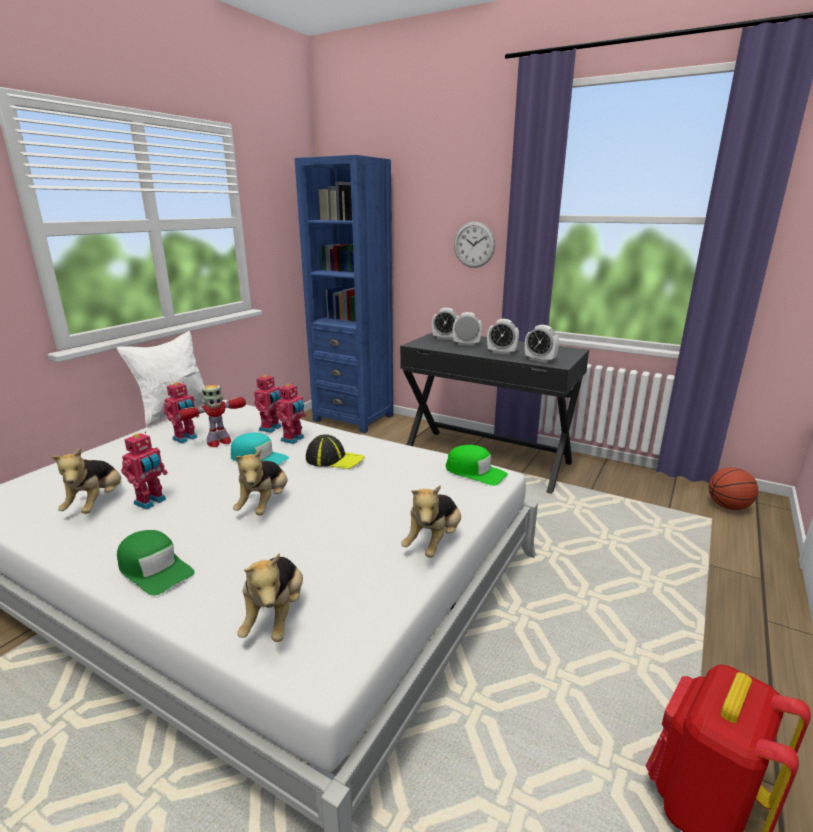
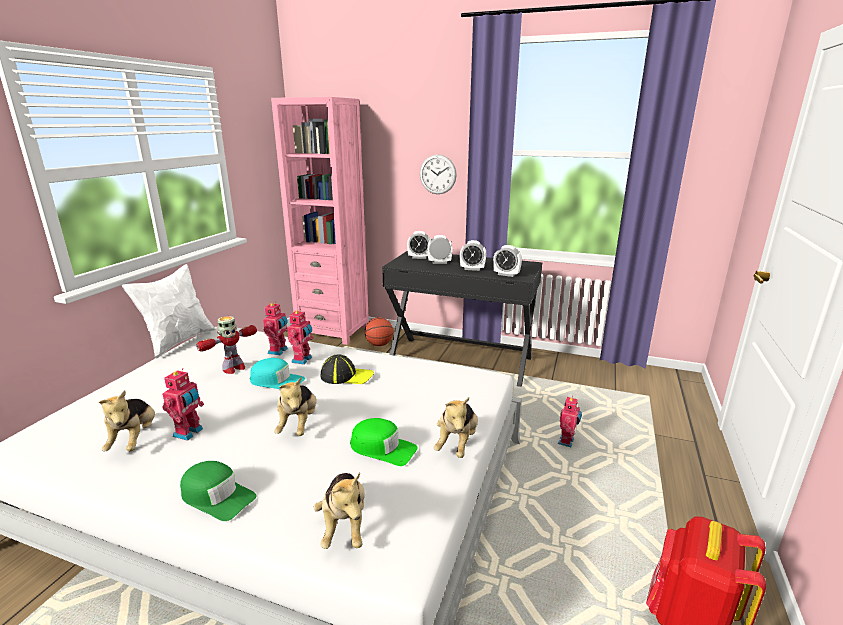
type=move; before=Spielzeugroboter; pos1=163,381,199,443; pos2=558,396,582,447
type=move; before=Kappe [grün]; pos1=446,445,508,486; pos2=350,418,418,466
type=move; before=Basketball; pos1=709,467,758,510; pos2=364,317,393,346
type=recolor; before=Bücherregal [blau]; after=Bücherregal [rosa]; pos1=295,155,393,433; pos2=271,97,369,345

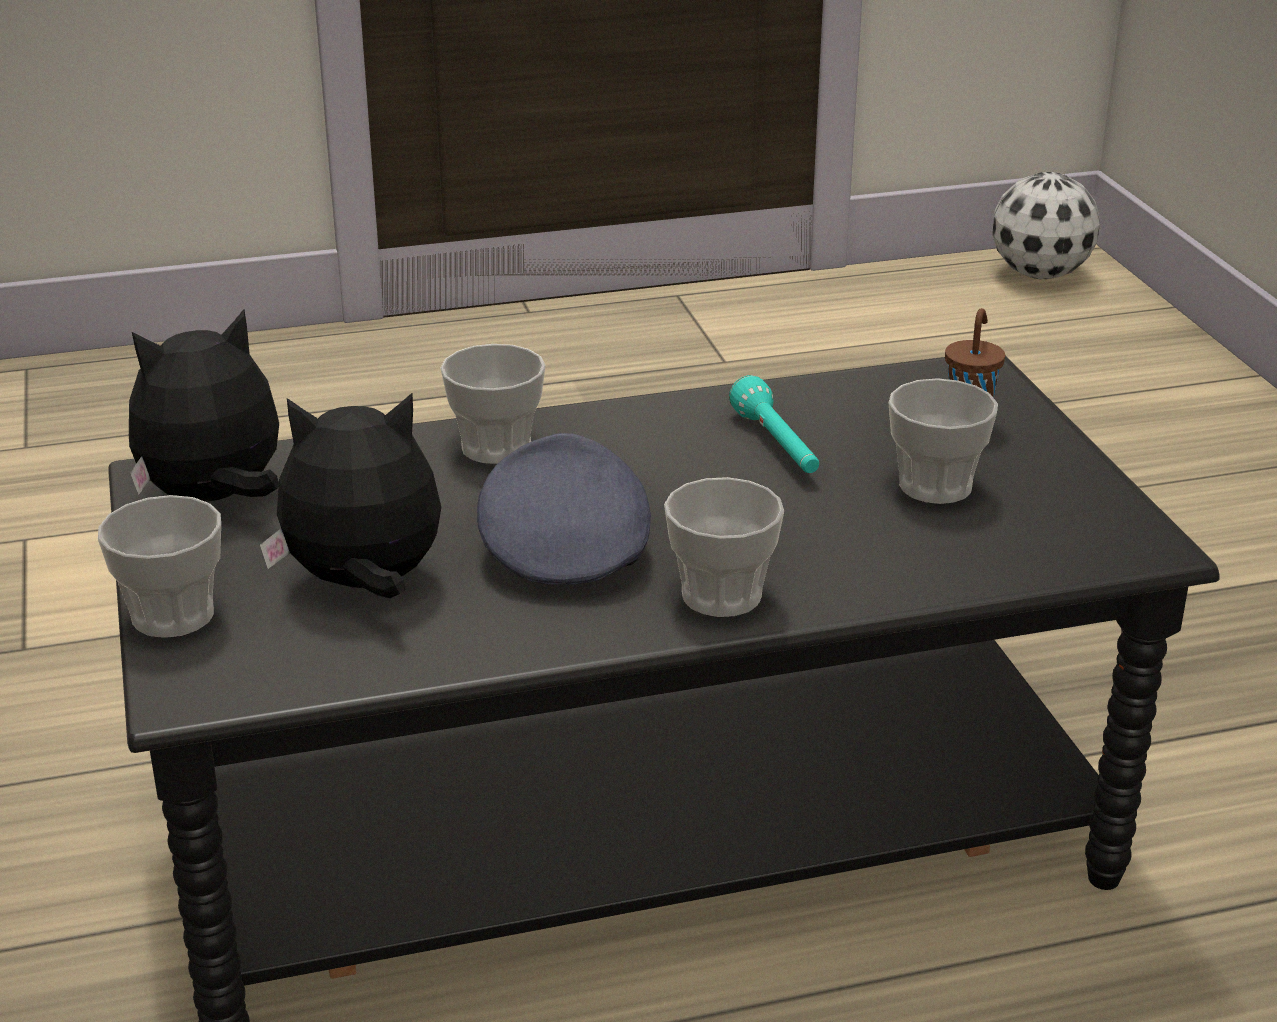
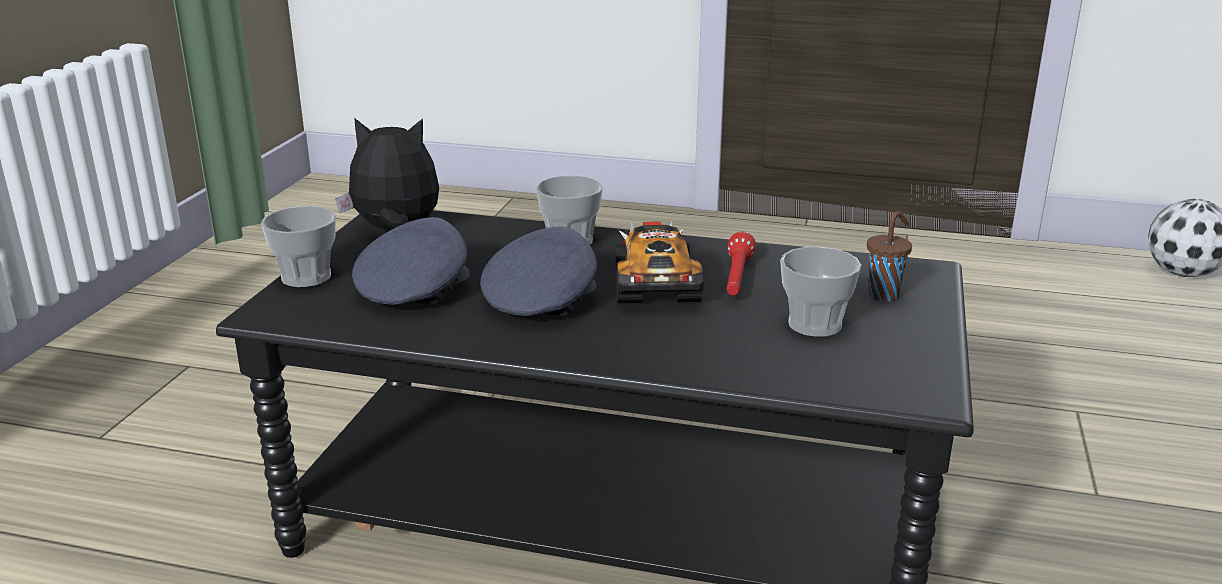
type=delete; before=Tasse; pos1=664,477,784,617
type=insert; after=Spielzeugauto; pos2=615,221,704,303
type=replace; before=Plüschtier; after=Kappe [grau]; pos1=260,393,441,598; pos2=352,217,470,305
type=recolor; before=Taschenlampe [türkis]; after=Taschenlampe [rot]; pos1=729,375,819,473; pos2=727,232,756,295

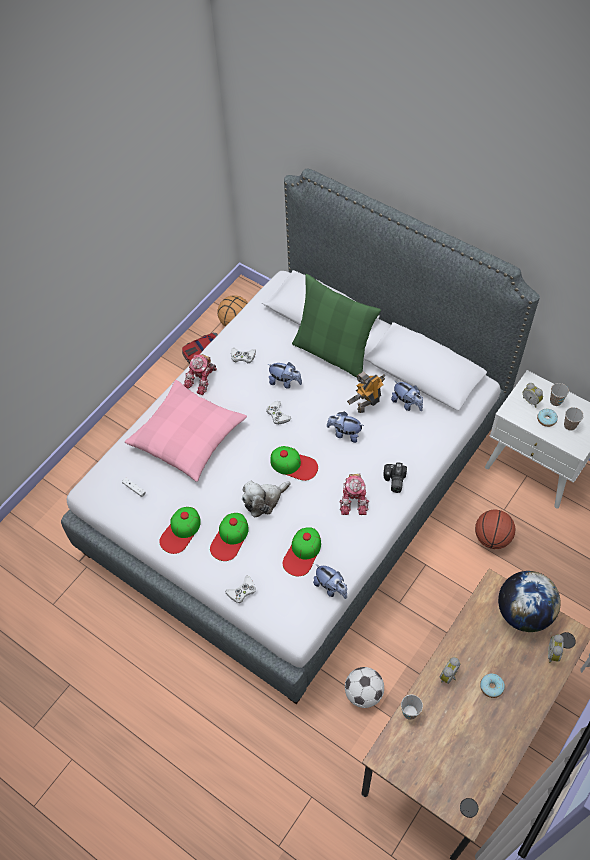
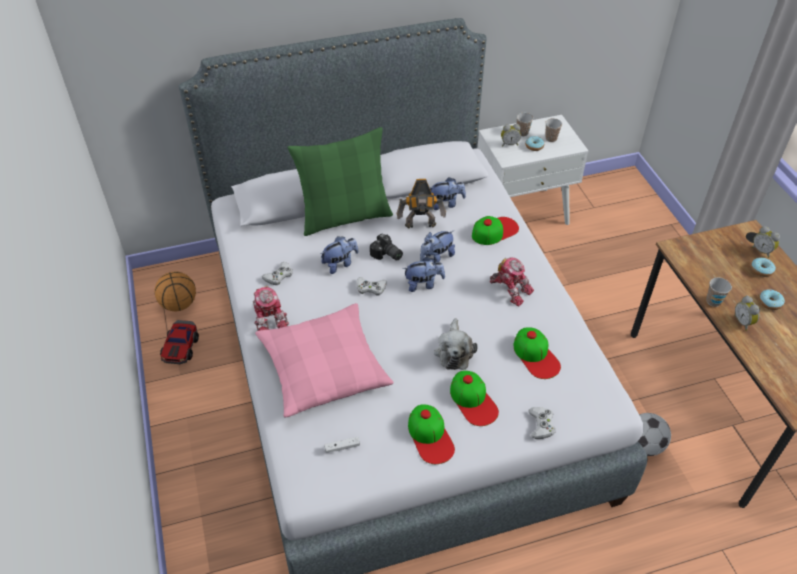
type=delete; before=Basketball; pos1=475,510,515,549
type=delete; before=Globus; pos1=498,571,561,632
type=insert; after=Donut; pos2=751,257,776,277
type=move; before=Kappe; pos1=270,446,318,481; pos2=472,216,519,245
type=move; before=Plüschtier; pos1=313,564,347,599; pos2=403,257,445,292
type=move; before=Kamera; pos1=383,462,407,493; pos2=370,233,403,260
type=move; before=Tasse; pos1=401,695,423,720; pos2=706,277,732,307
type=rotate; before=Spielzeugroboter; pos1=347,371,385,413; pos2=396,179,446,228; turn=-90

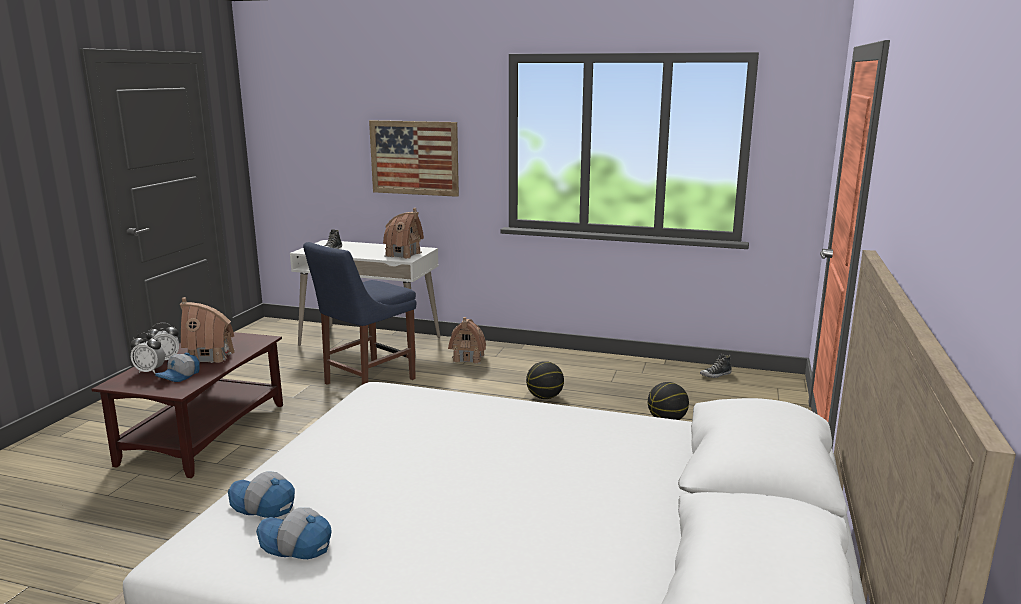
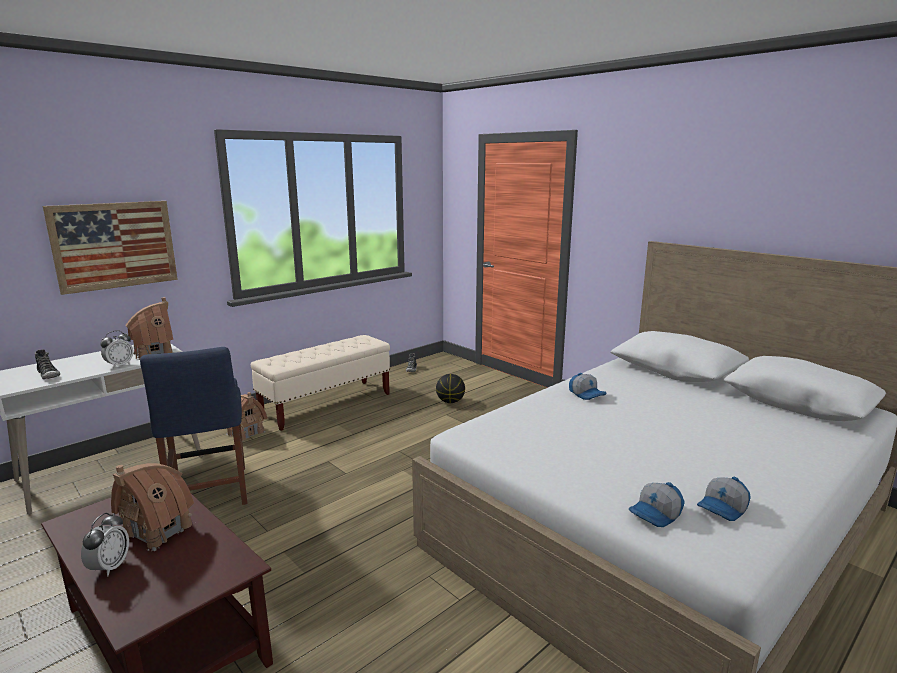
type=delete; before=Basketball; pos1=526,361,564,399
type=insert; after=Bank [beige]; pos2=251,335,390,431
type=move; before=Wecker; pos1=130,333,165,374; pos2=100,330,134,369
type=move; before=Kappe; pos1=155,353,200,382; pos2=569,373,607,400

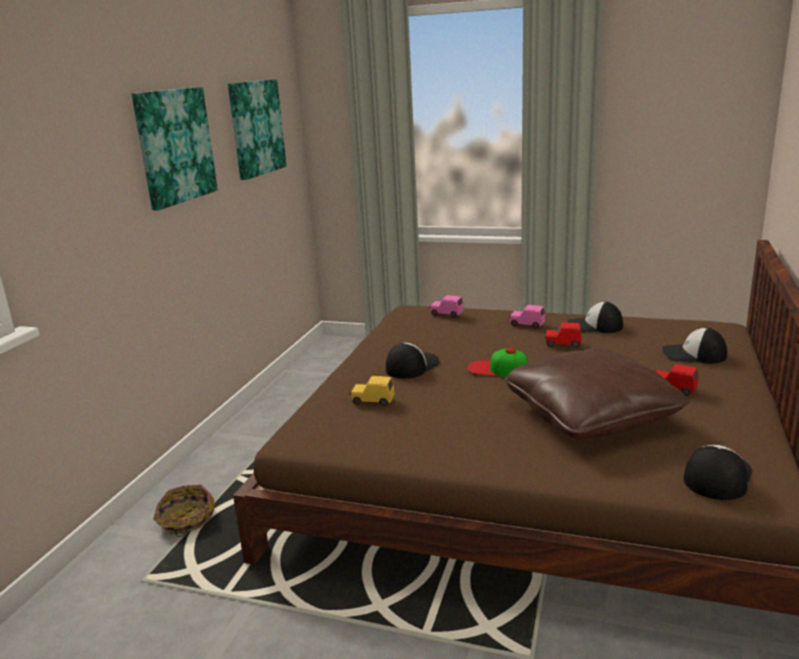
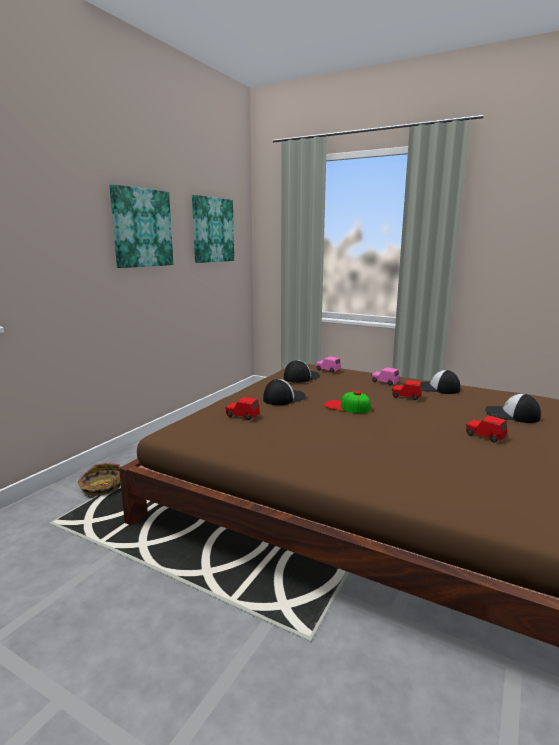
type=delete; before=Kissen [braun]; pos1=505,348,690,439
type=move; before=Kappe; pos1=684,445,752,500; pos2=284,360,320,383
type=recolor; before=Spielzeugauto [gelb]; after=Spielzeugauto [rot]; pos1=350,376,394,406; pos2=225,397,260,420

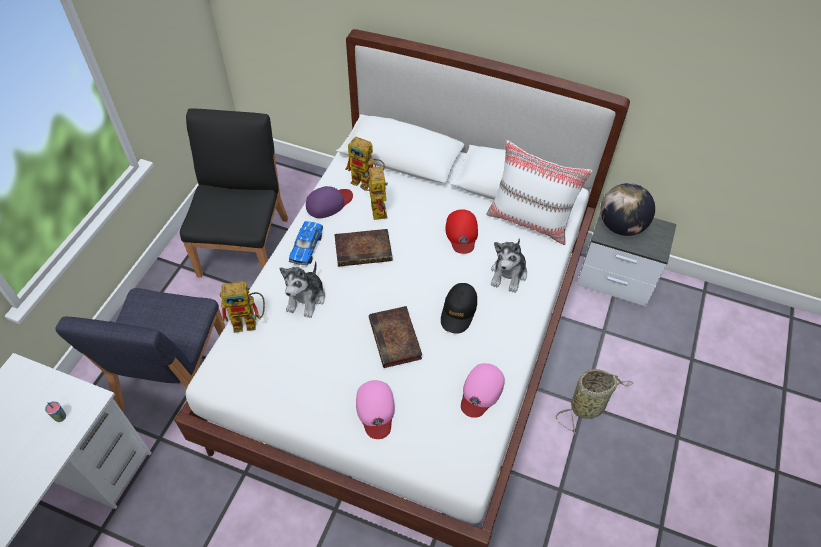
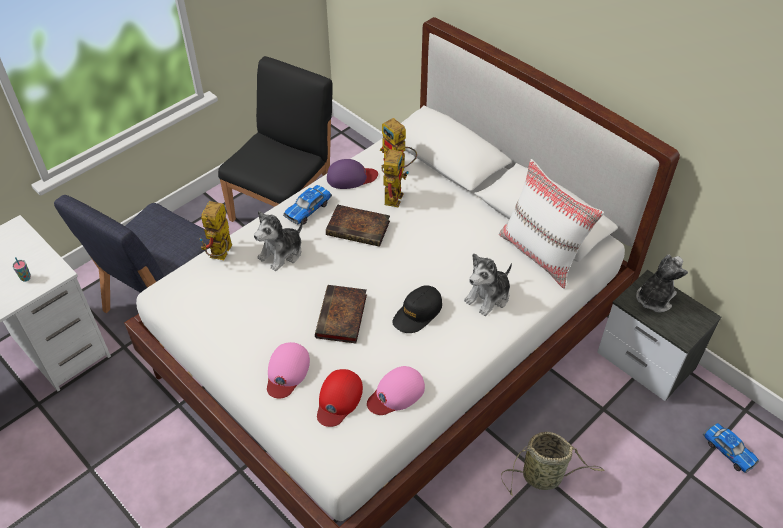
type=insert; after=Spielzeugauto; pos2=702,423,759,473
type=move; before=Kappe [rot]; pos1=445,209,478,254; pos2=317,369,363,427
type=replace; before=Globus; after=Plüschtier; pos1=600,183,655,236; pos2=636,255,688,313
type=rotate; before=Spielzeugroboter; pos1=220,281,265,333; pos2=199,201,232,260; turn=90

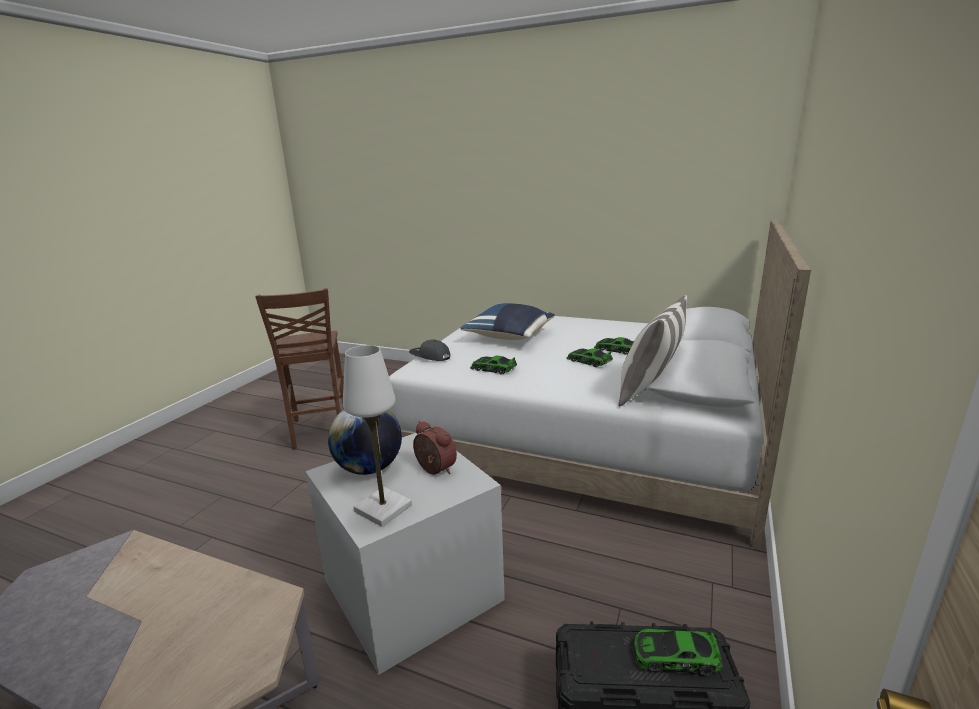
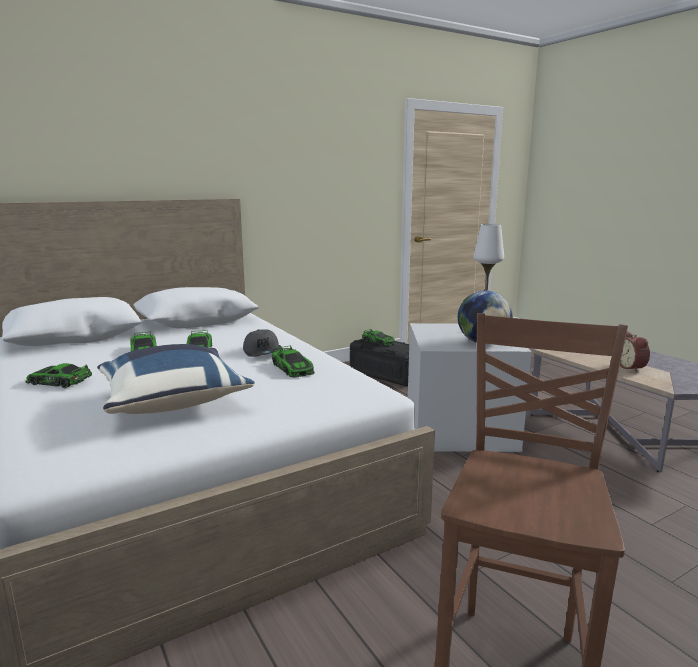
type=delete; before=Kissen; pos1=618,295,687,407
type=insert; after=Spielzeugauto; pos2=25,363,92,388
type=move; before=Kappe [grau]; pos1=409,340,450,361; pos2=243,329,283,357
type=move; before=Wecker; pos1=413,421,457,475; pos2=620,331,650,372

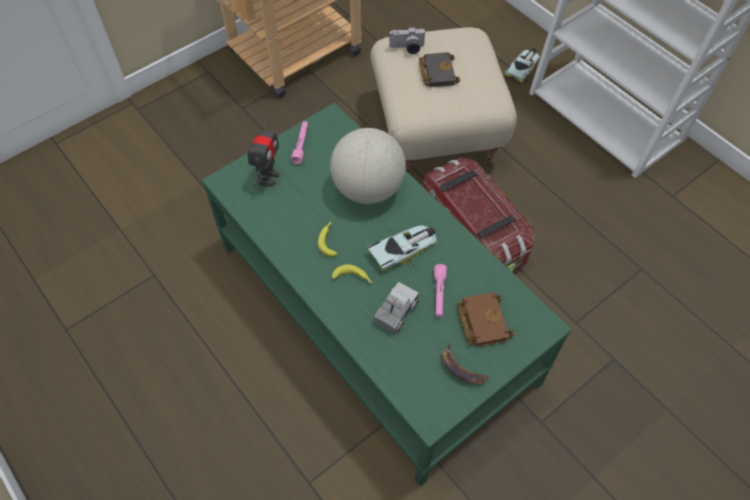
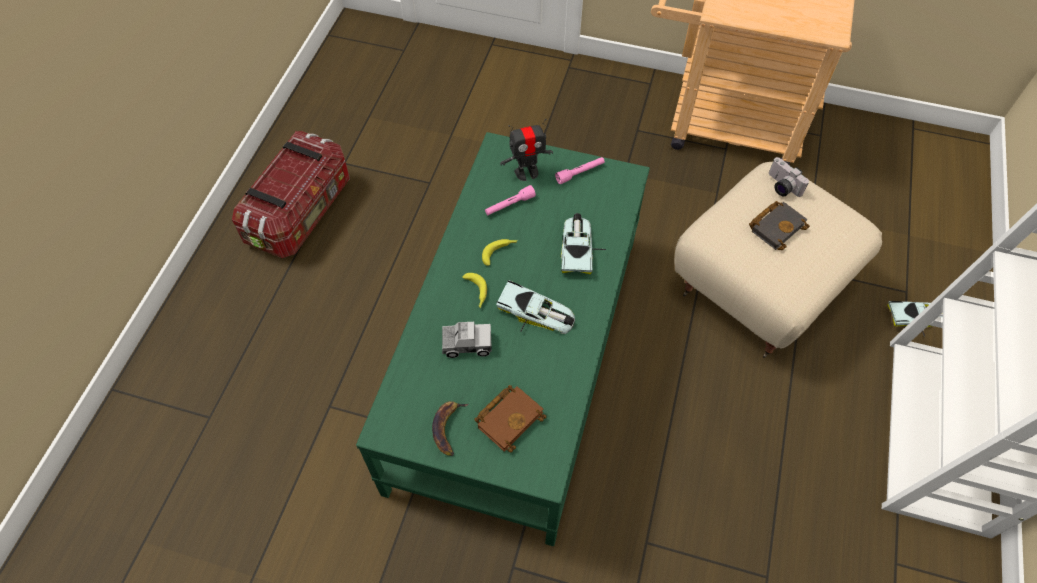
type=move; before=Aufbewahrungsbox; pos1=423,158,535,272; pos2=232,131,350,258
type=move; before=Taschenlampe [rosa]; pos1=434,264,447,318; pos2=485,185,536,215
type=replace; before=Globus; after=Spielzeugauto; pos1=330,128,406,204; pos2=560,213,606,274

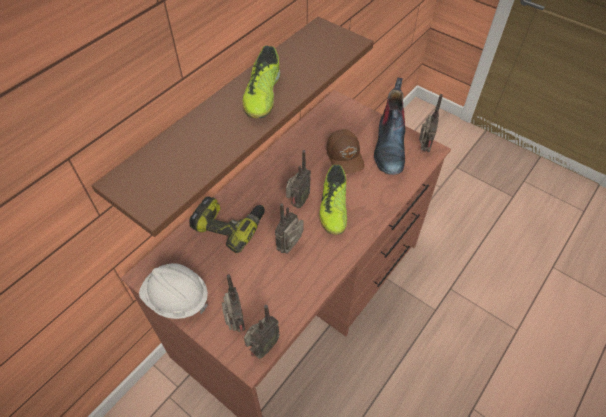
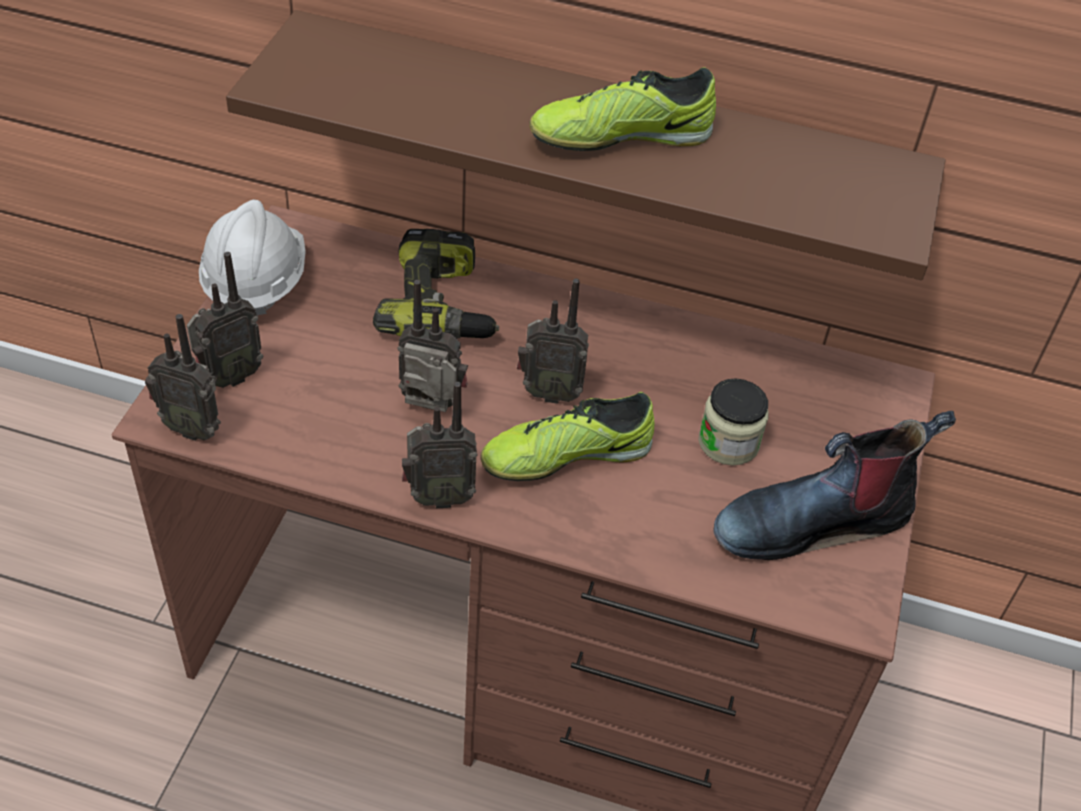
type=move; before=Radio; pos1=419,94,443,152; pos2=402,382,478,508
type=replace; before=Kappe [braun]; after=Vorratsglas; pos1=326,129,365,174; pos2=698,378,769,465

